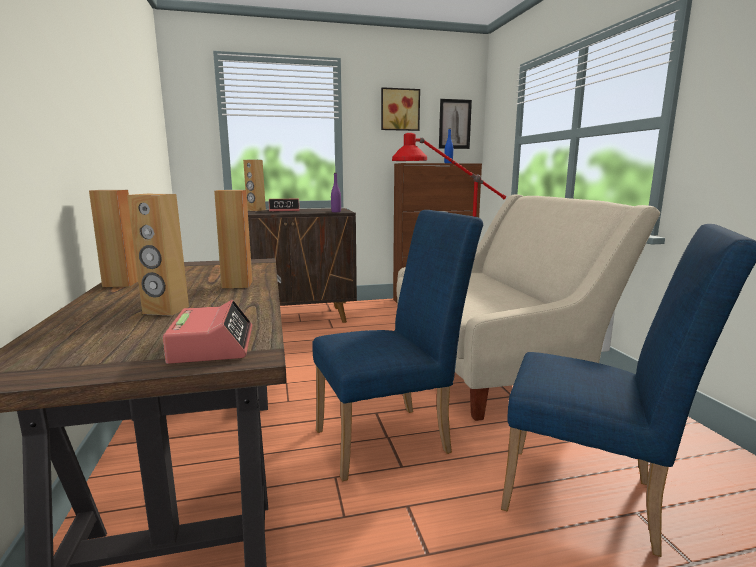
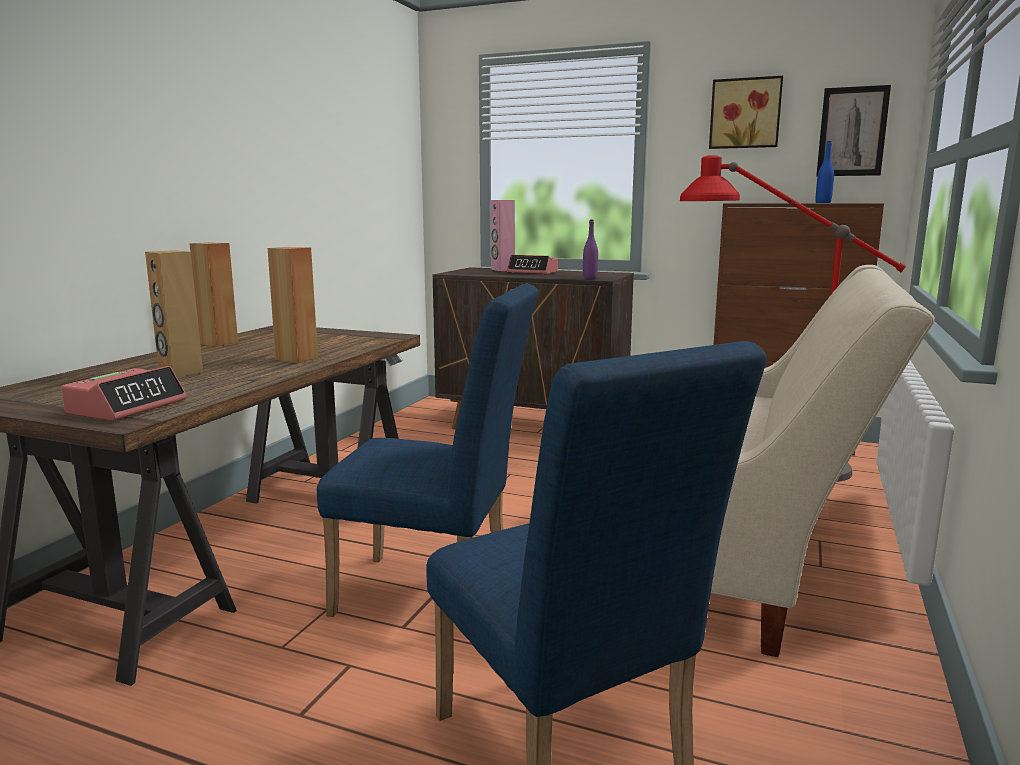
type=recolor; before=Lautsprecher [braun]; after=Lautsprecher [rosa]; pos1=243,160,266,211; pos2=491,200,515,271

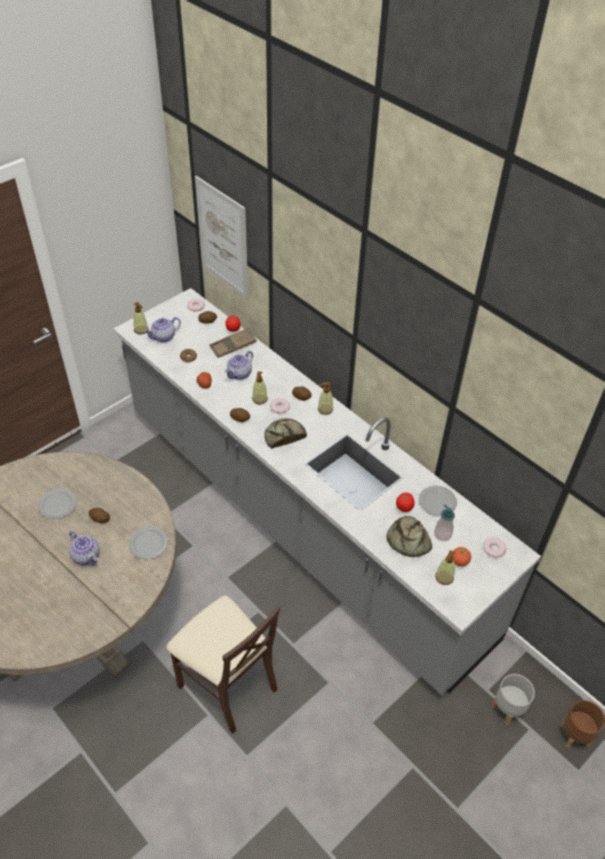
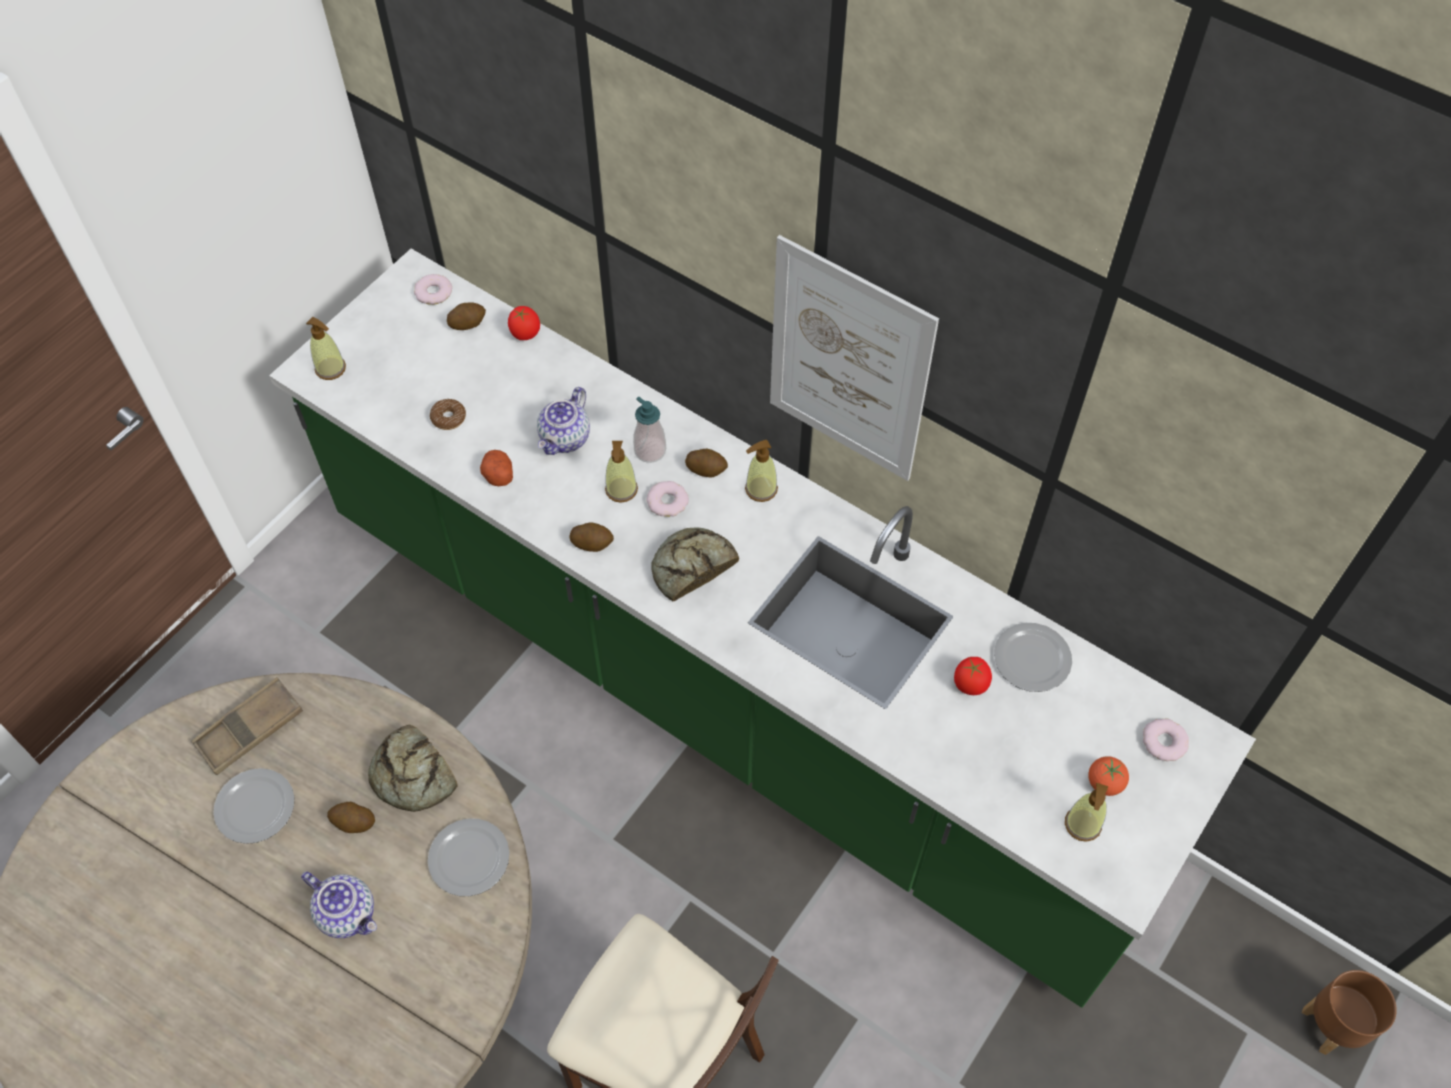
type=delete; before=Teekanne; pos1=144,317,181,343
type=delete; before=Pflanzkübel [grau]; pos1=492,674,535,725
type=move; before=Bild; pos1=195,176,248,299; pos2=770,235,939,481
type=move; before=Tablett [braun]; pos1=210,328,257,358; pos2=191,677,303,775
type=move; before=Brot; pos1=386,516,432,557; pos2=368,725,457,812
type=move; before=Seifenspender; pos1=434,505,455,541; pos2=633,397,666,463
type=recolor; before=Küchenzeile [grau]; after=Küchenzeile [grün]; pos1=113,288,541,696; pos2=269,249,1256,1008

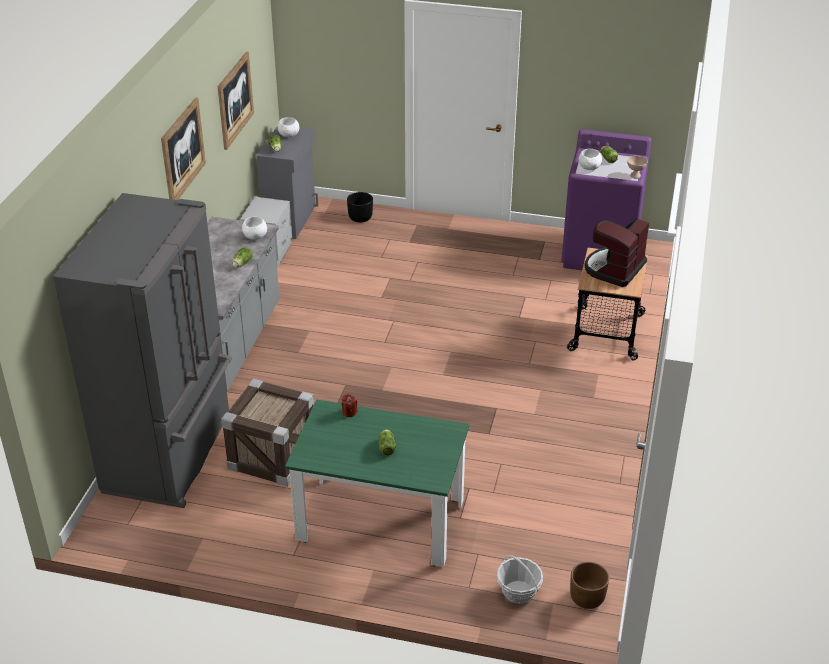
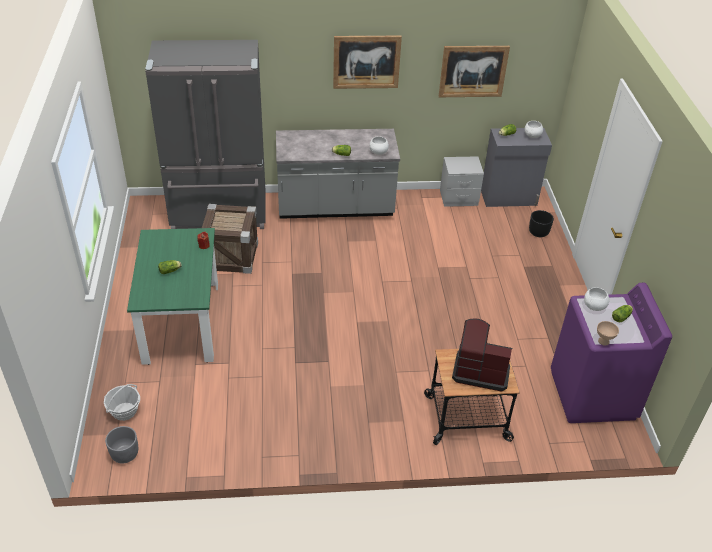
type=recolor; before=Pflanzkübel [braun]; after=Pflanzkübel [grau]; pos1=570,562,609,609; pos2=105,426,138,463

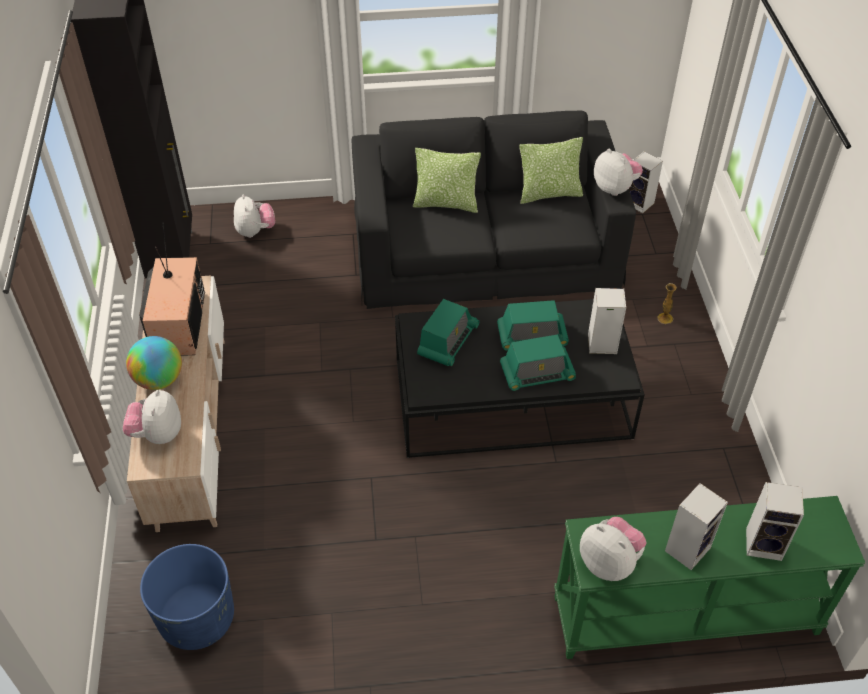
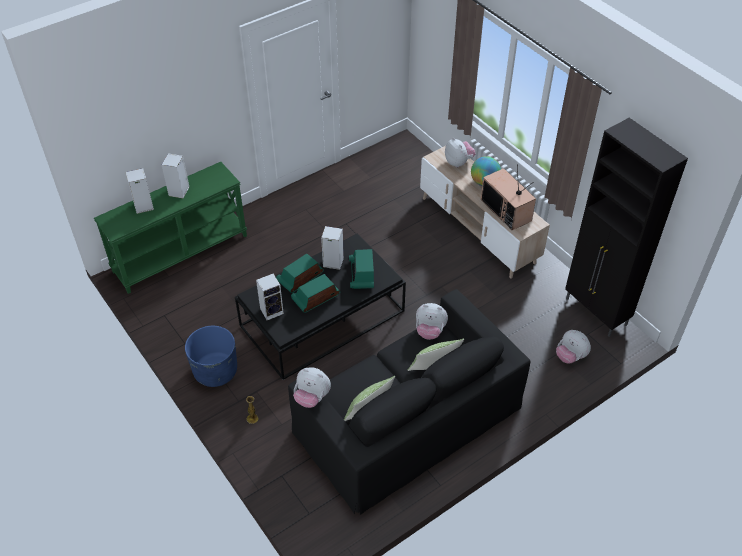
type=move; before=Pflanzkübel [blau]; pos1=140,544,234,650; pos2=185,326,237,387
type=move; before=Plüschtier; pos1=580,517,647,581; pos2=416,303,448,340
type=move; before=Lautsprecher; pos1=629,151,663,213; pos2=321,226,344,270

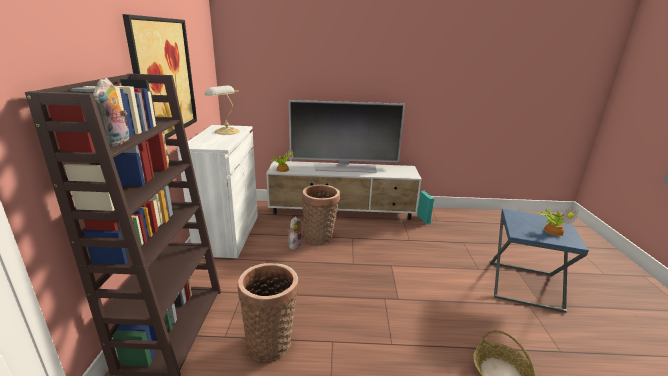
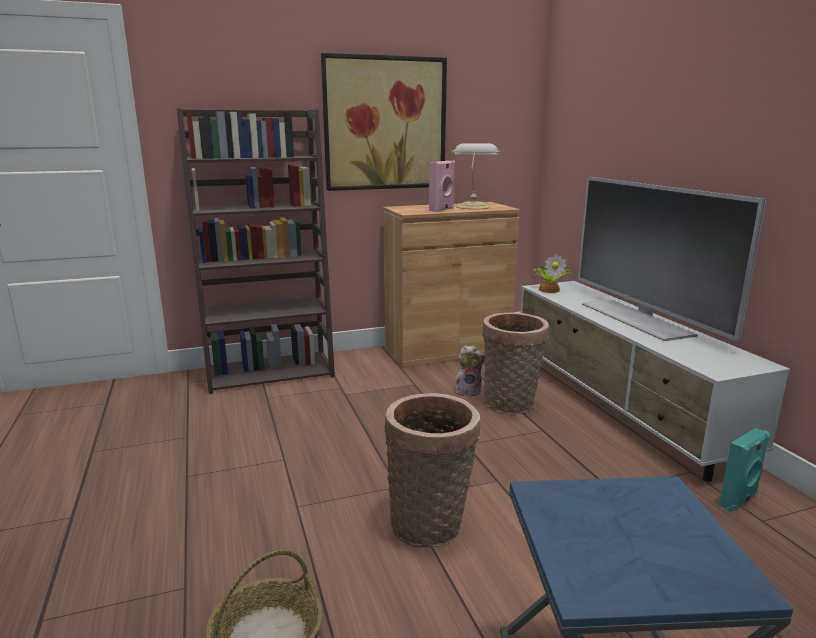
type=delete; before=Plüschtier; pos1=93,77,129,146
type=delete; before=Topfpflanze; pos1=537,206,579,236
type=insert; after=Lautsprecher [rosa]; pos2=429,160,455,212
type=move; before=Korb; pos1=237,263,299,362; pos2=384,393,480,547
type=recolor; before=Schrank [weiß]; after=Schrank [braun]; pos1=177,125,258,258; pos2=383,202,520,368

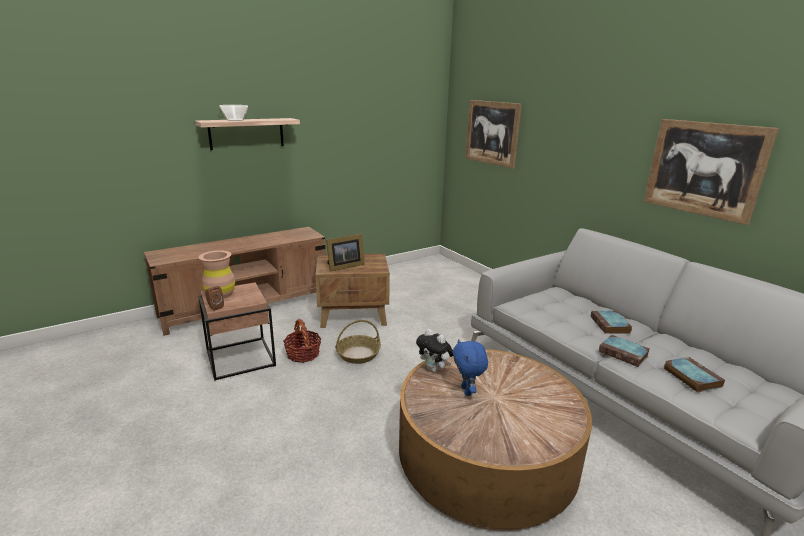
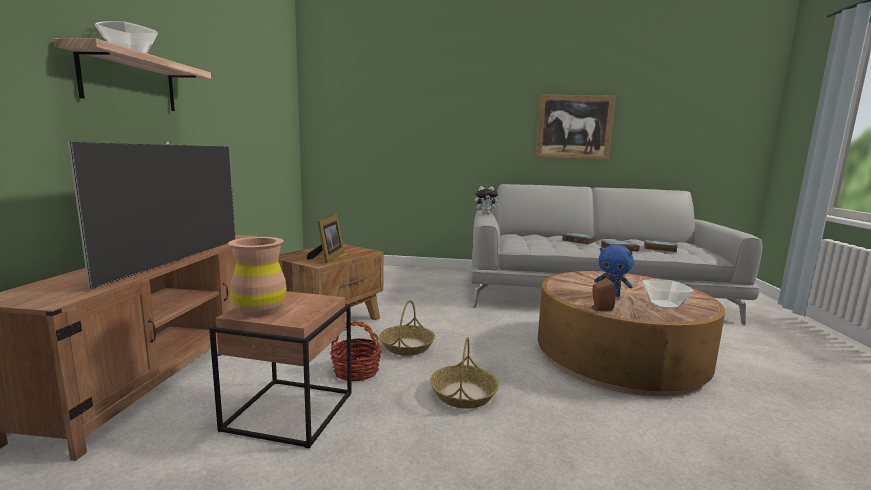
type=delete; before=Bild; pos1=465,100,522,169
type=insert; after=Fernseher; pos2=68,141,235,290
type=insert; after=Korb; pos2=430,337,499,409
type=insert; after=Schüssel; pos2=642,279,693,309
type=move; before=Lautsprecher [braun]; pos1=205,286,224,311; pos2=592,279,616,311
type=move; before=Plüschtier; pos1=416,329,453,372; pos2=475,186,500,214

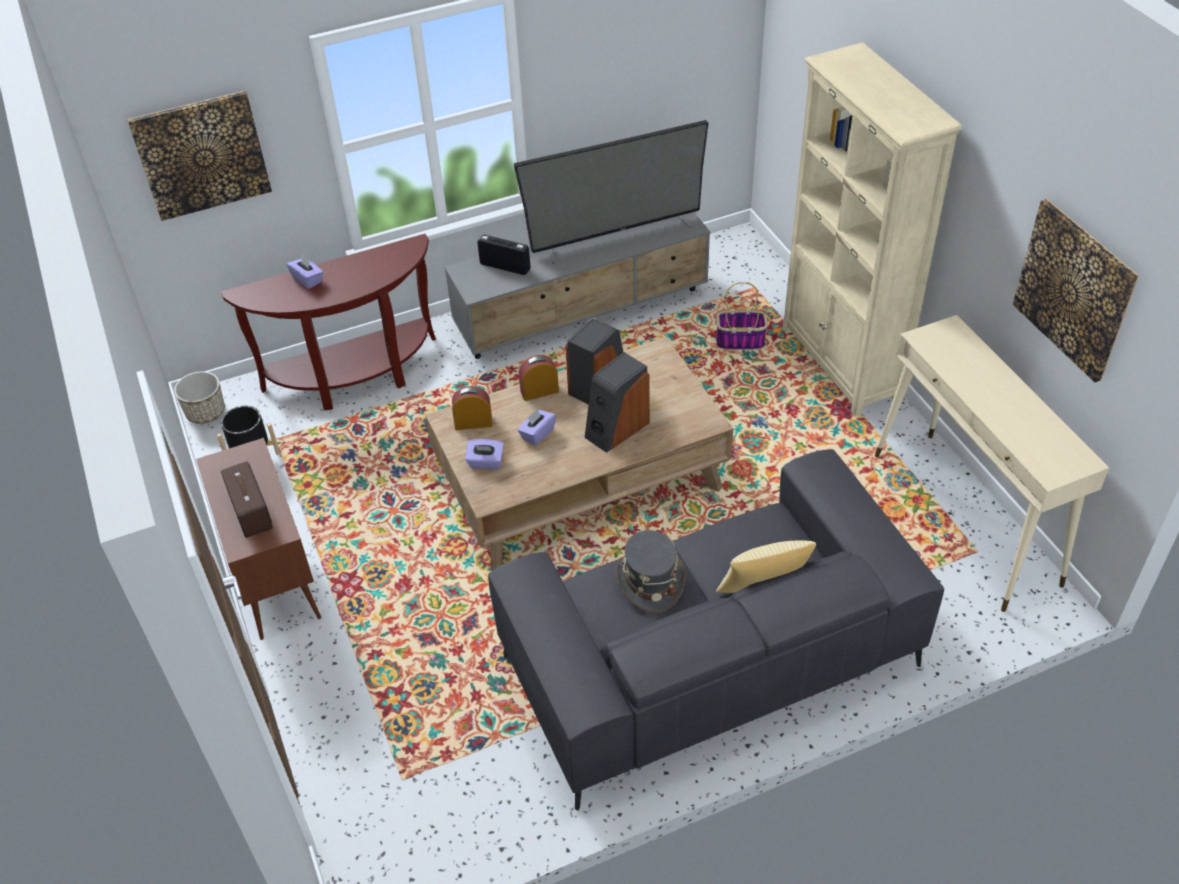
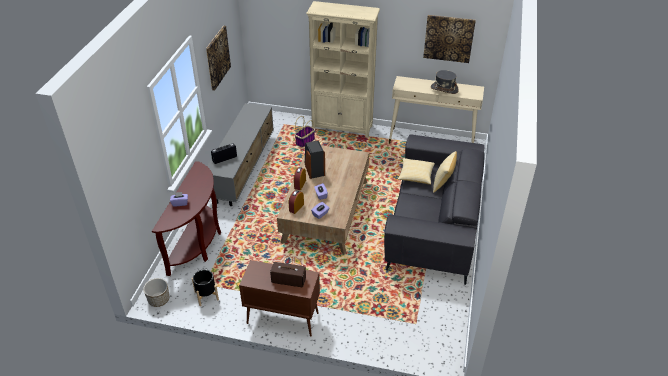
type=delete; before=Fernseher; pos1=514,120,709,264
type=delete; before=Lautsprecher; pos1=585,352,650,453
type=insert; after=Kissen; pos2=398,158,435,185
type=move; before=Bild; pos1=127,91,272,221; pos2=206,26,231,91
type=move; before=Hut [grau]; pos1=615,530,686,613; pos2=431,70,459,94

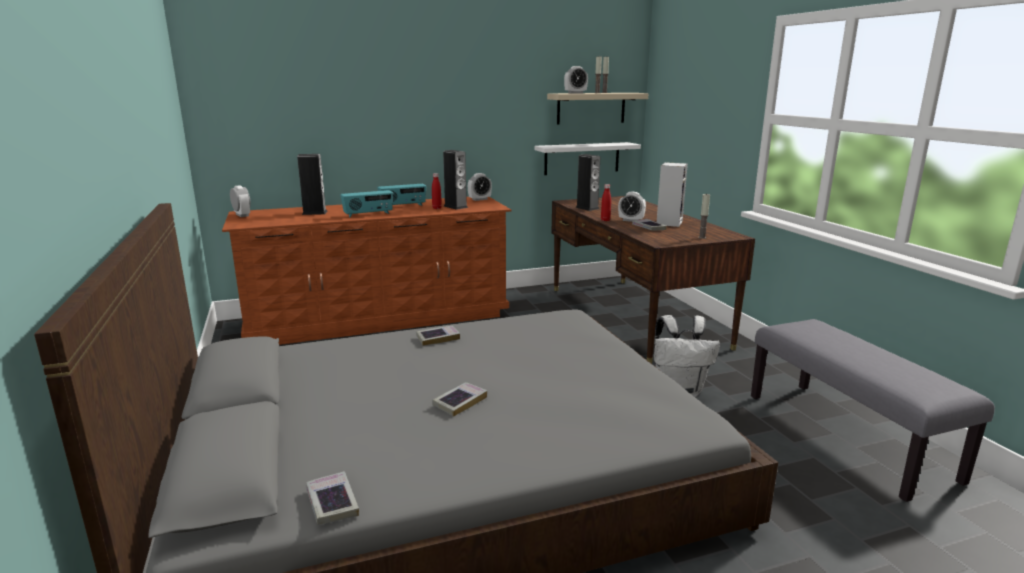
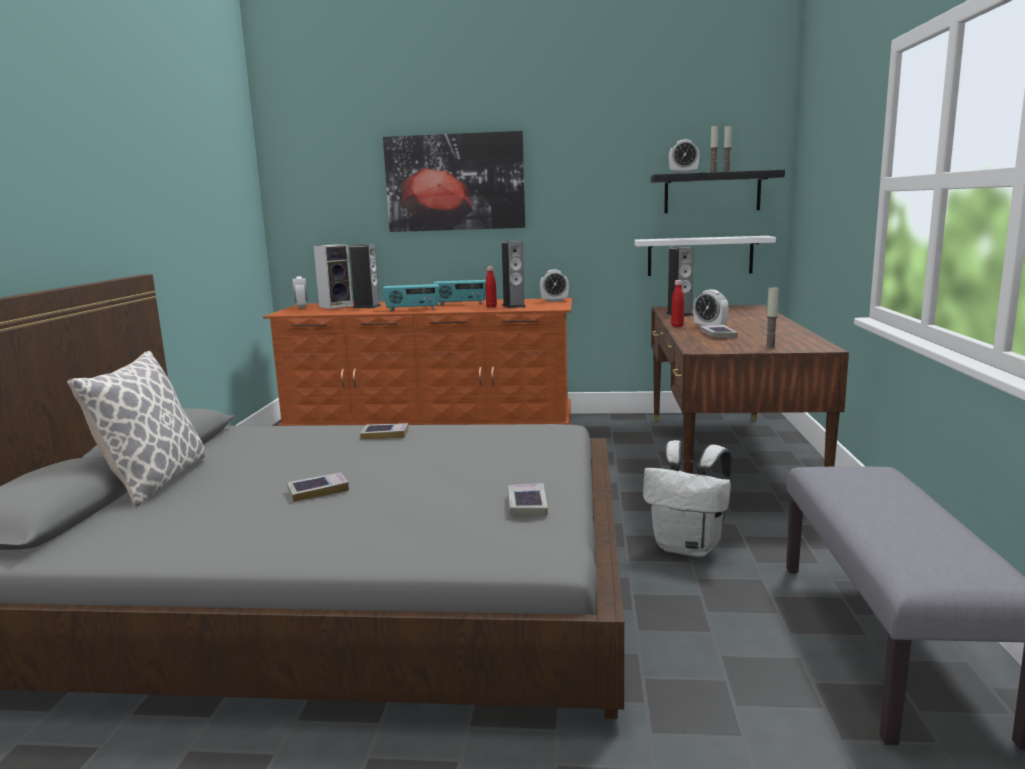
type=insert; after=Kissen; pos2=67,351,206,507
type=insert; after=Bild; pos2=383,131,526,232
type=move; before=Buch; pos1=306,471,359,525; pos2=508,483,548,516
type=move; before=Lautsprecher; pos1=657,162,688,227; pos2=314,244,353,309
type=recolor; before=Wandregal [beige]; after=Wandregal [schwarz]; pos1=547,93,648,125; pos2=651,169,785,213

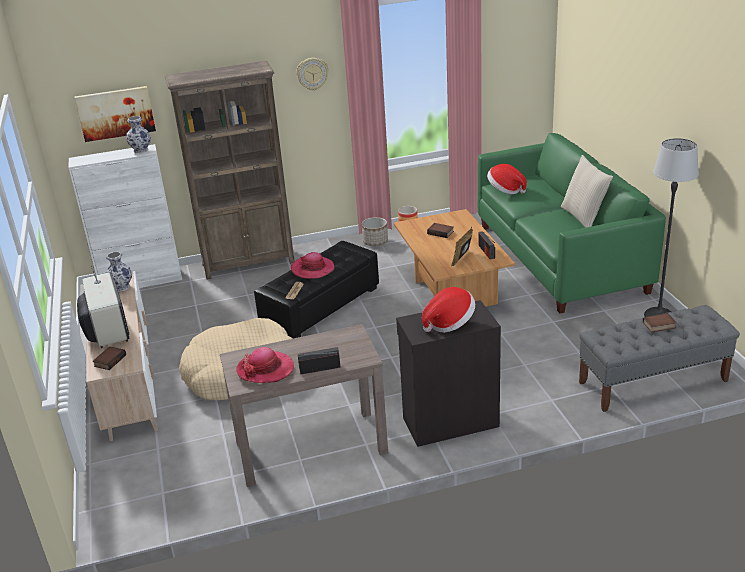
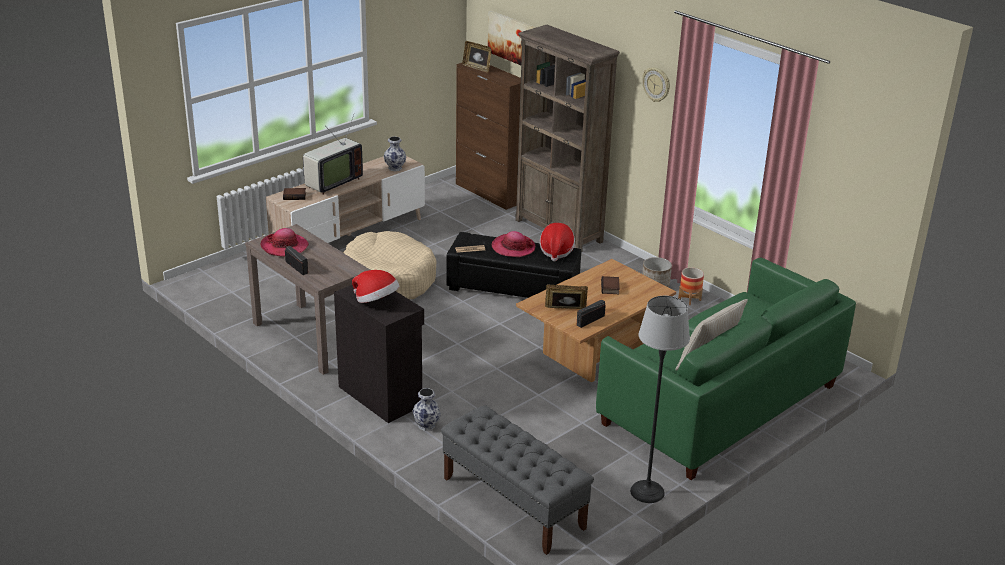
type=delete; before=Buch; pos1=643,313,677,332
type=insert; after=Bilderrahmen; pos2=462,41,491,73
type=move; before=Vase; pos1=126,116,151,153; pos2=413,388,441,431
type=move; before=Hut; pos1=487,164,527,194; pos2=540,223,575,261
type=recolor; before=Schrank [weiß]; after=Schrank [braun]; pos1=68,144,182,288; pos2=456,63,521,210

